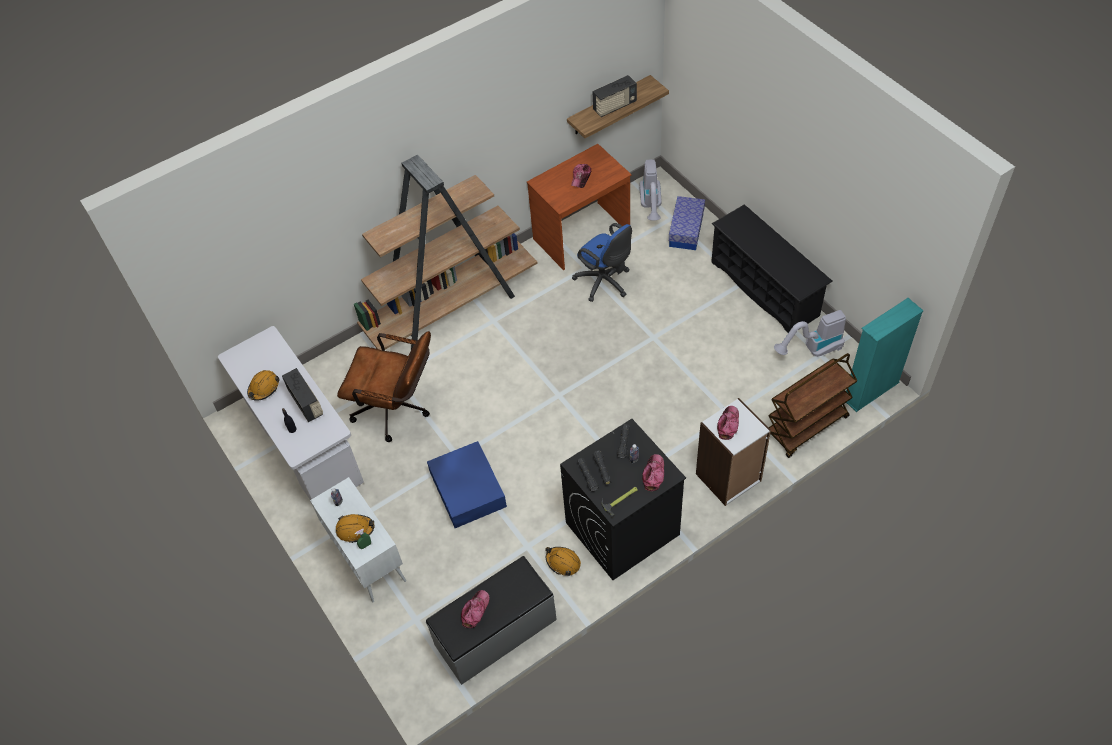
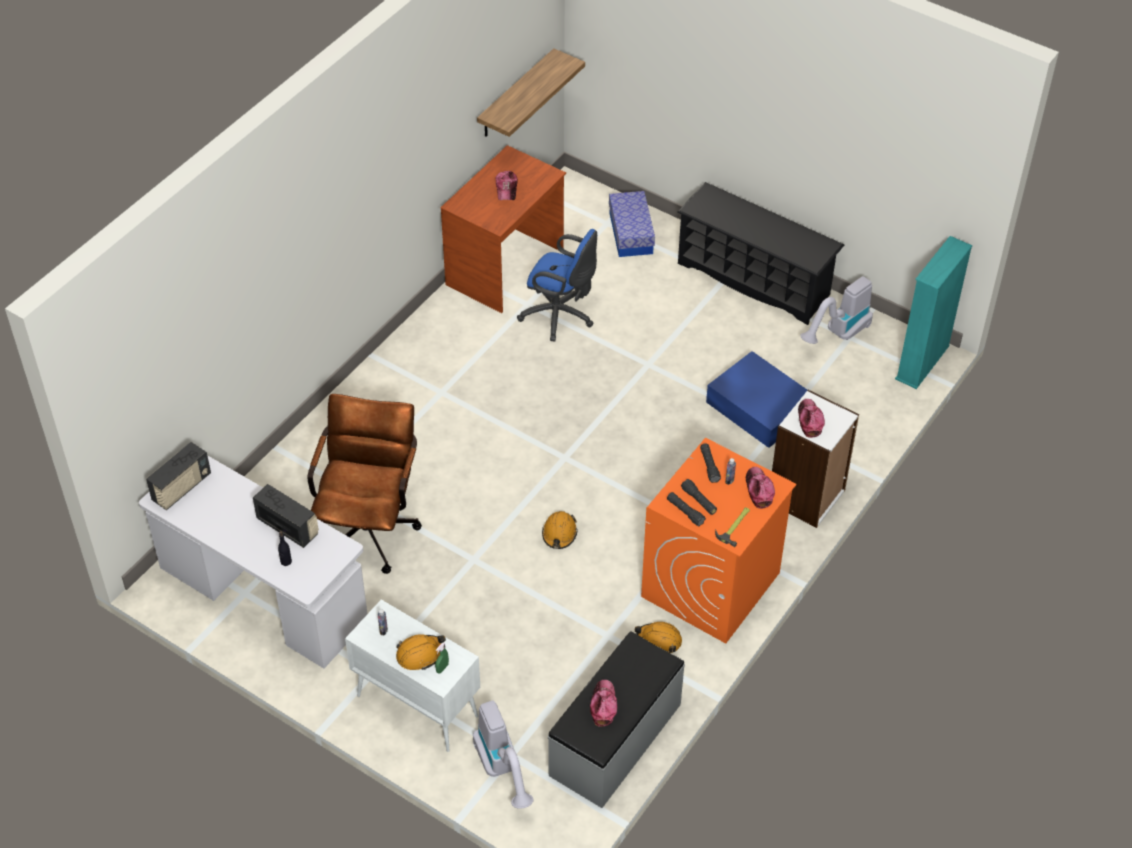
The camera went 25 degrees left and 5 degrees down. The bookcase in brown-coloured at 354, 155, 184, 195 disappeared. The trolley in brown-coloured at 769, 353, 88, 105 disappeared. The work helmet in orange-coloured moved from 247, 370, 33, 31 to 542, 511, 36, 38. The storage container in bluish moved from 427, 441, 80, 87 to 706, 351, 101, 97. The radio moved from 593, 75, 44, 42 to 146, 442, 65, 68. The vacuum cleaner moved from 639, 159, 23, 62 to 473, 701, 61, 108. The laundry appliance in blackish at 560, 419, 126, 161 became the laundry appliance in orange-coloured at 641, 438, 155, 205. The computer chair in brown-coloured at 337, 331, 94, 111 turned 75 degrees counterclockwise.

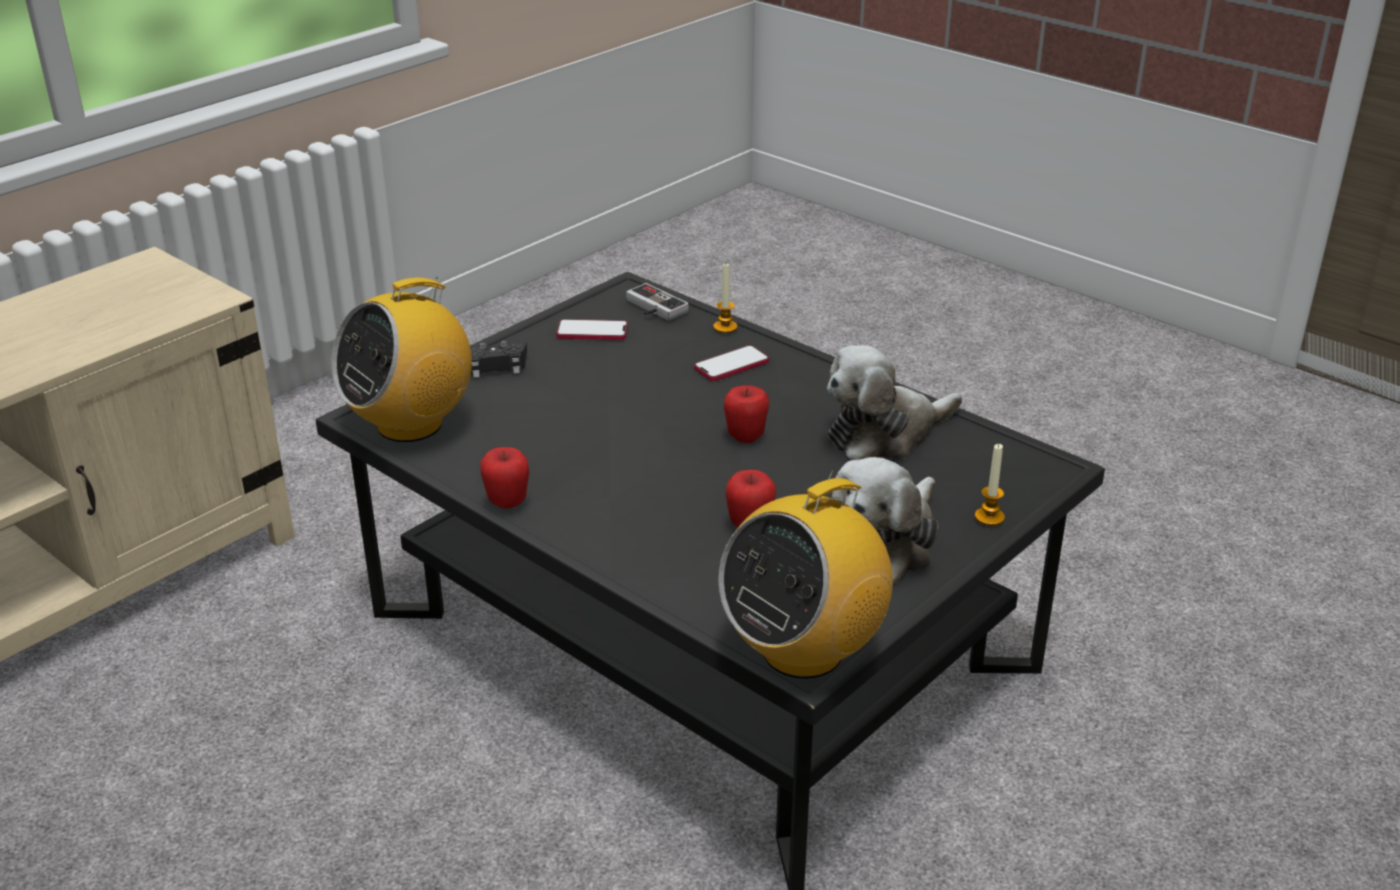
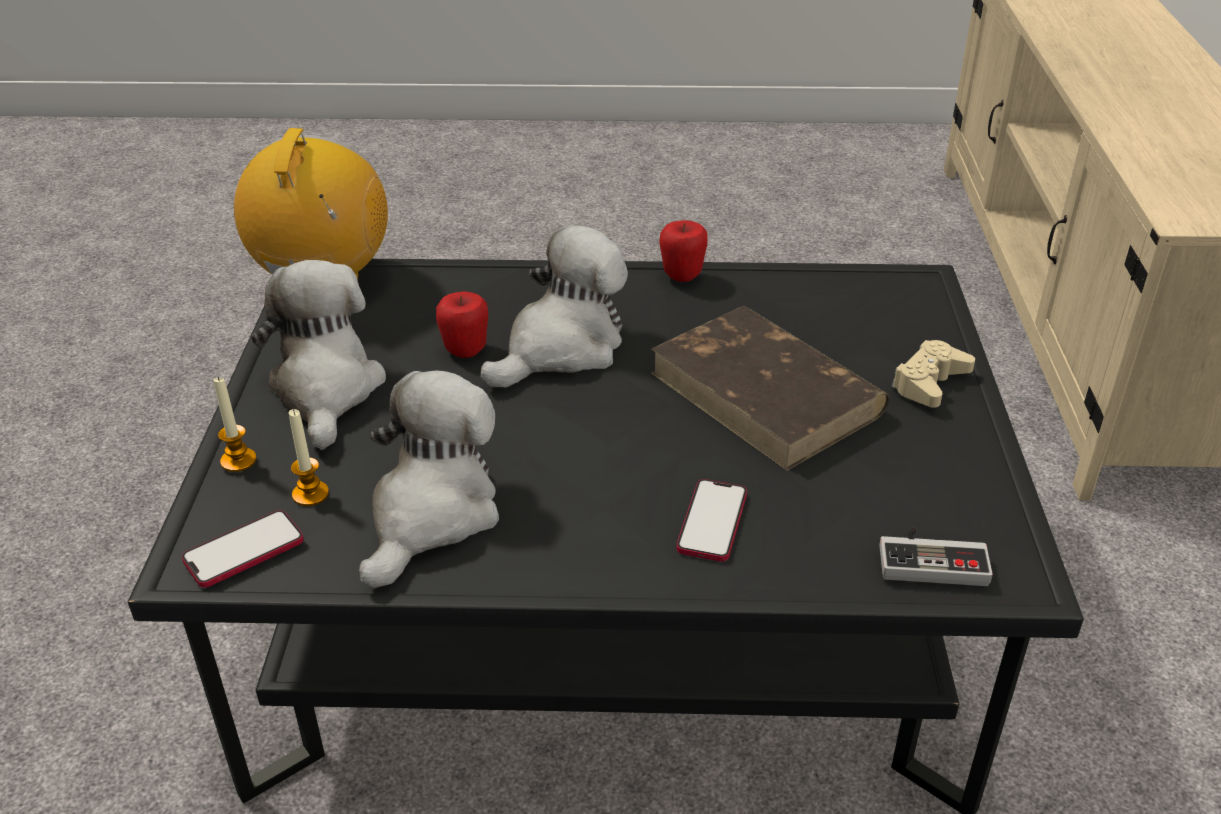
The camera went 140 degrees right and 5 degrees up. The radio at 331, 277, 141, 165 disappeared. The apple fruit at 724, 385, 45, 58 disappeared. The cuddly toy at 481, 225, 147, 162 appeared. The bound book in brown-coloured at 651, 306, 238, 165 appeared. The handset moved from 556, 319, 72, 21 to 182, 510, 121, 78. The candle moved from 713, 264, 25, 69 to 289, 409, 40, 97. The game controller in blackish at 470, 340, 57, 38 became the game controller in beige at 891, 340, 84, 68.

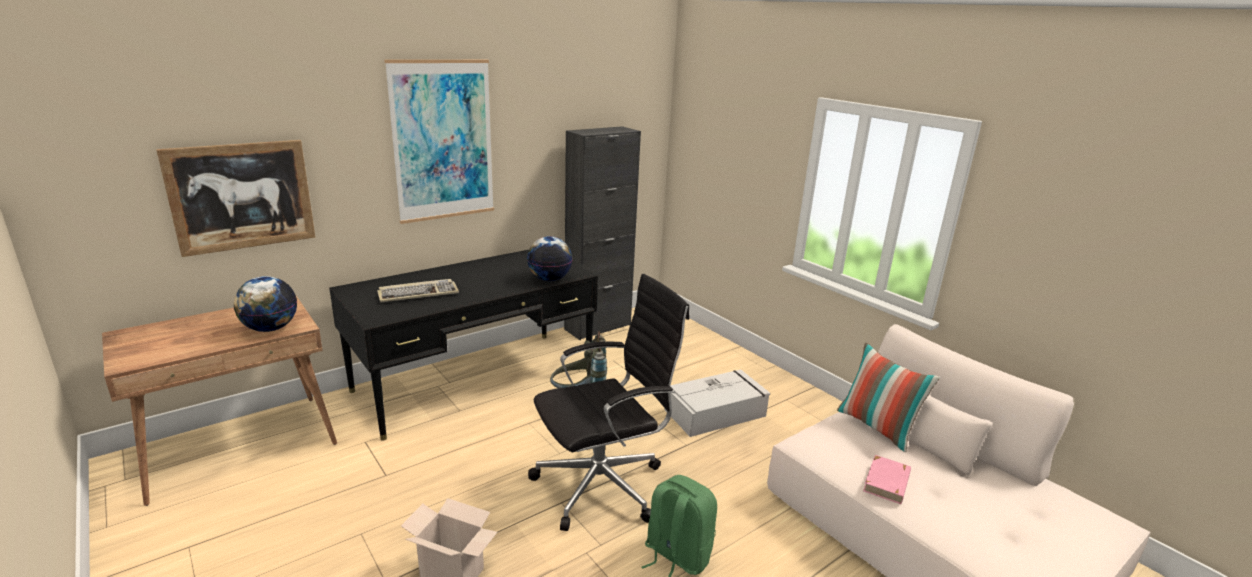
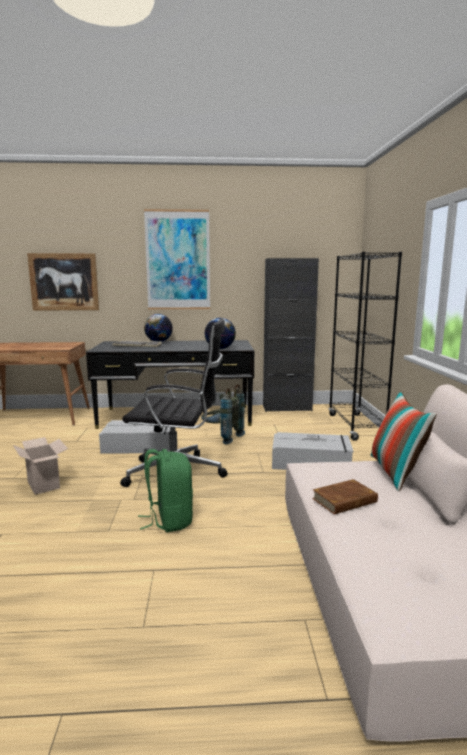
The camera went 35 degrees right and 10 degrees down. The storage container in greyish at 99, 420, 71, 34 appeared. The bookcase in blackish at 329, 252, 73, 189 appeared. The world globe moved from 234, 276, 63, 56 to 144, 314, 29, 28. The bound book in pink at 863, 455, 48, 49 became the bound book in brown-coloured at 312, 479, 67, 35.

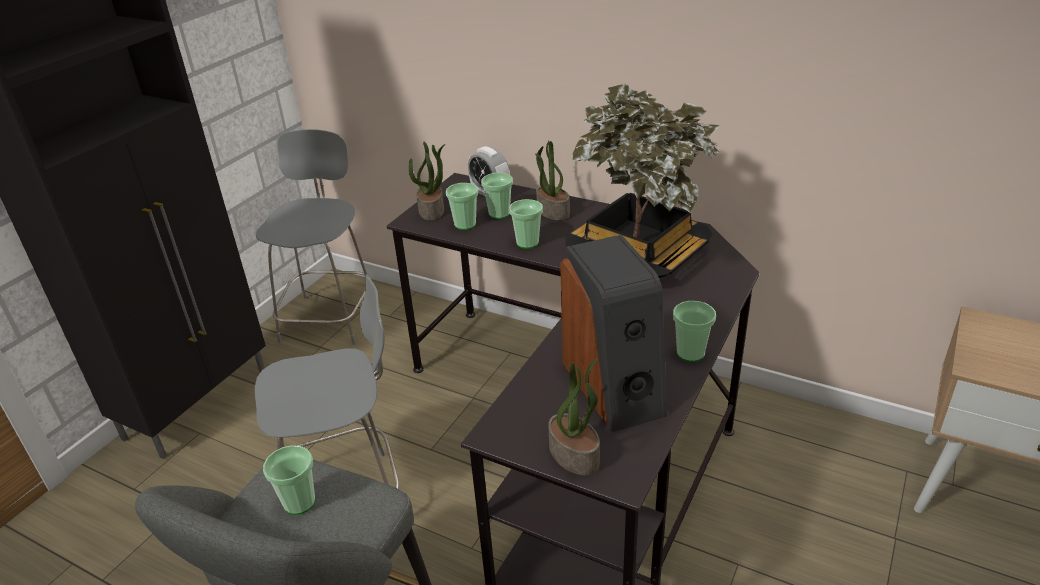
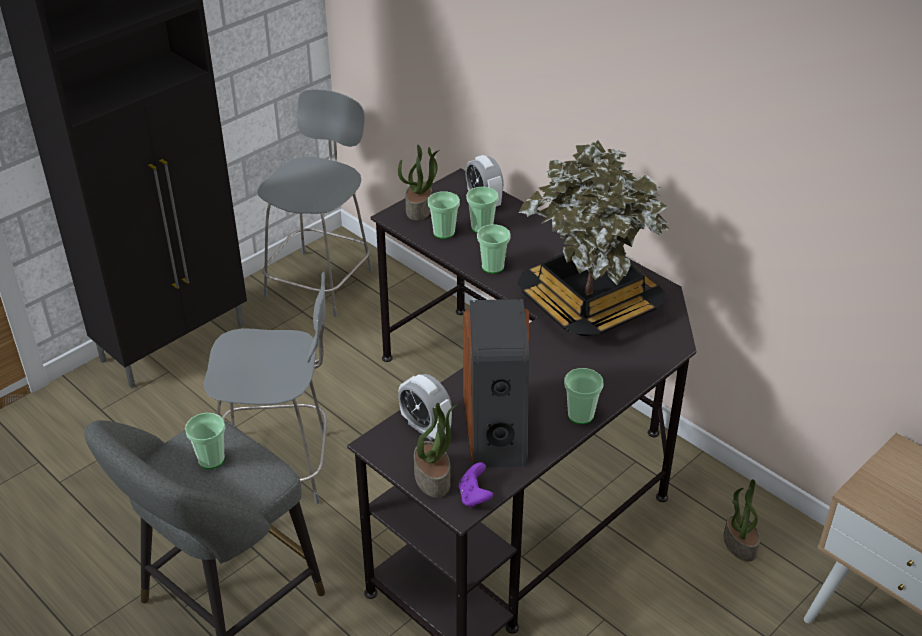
The camera went 15 degrees right and 5 degrees up. The table clock at 398, 374, 54, 66 appeared. The game controller in purple at 459, 462, 34, 46 appeared. The potted plant moved from 535, 140, 35, 80 to 723, 479, 37, 83.

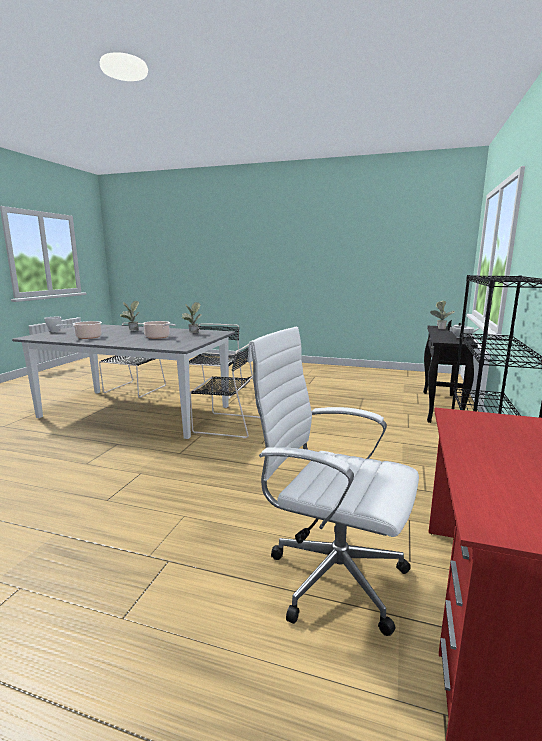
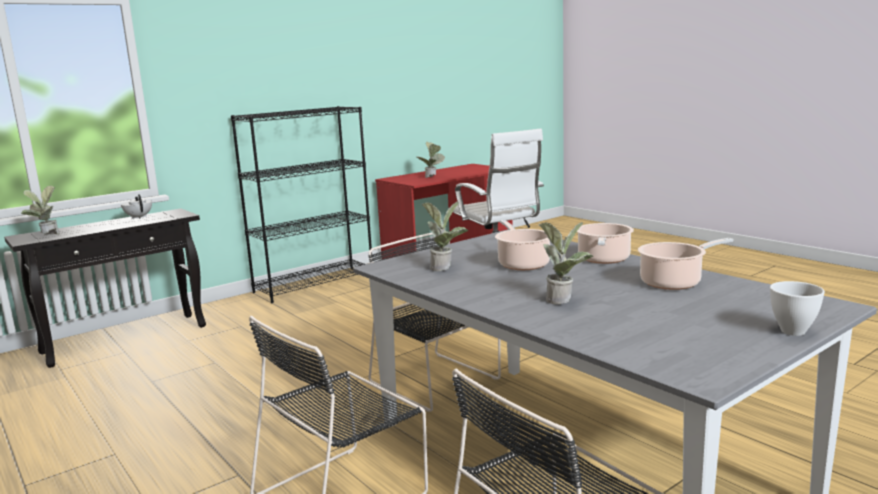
The camera went 145 degrees left and 0 degrees up. The potted plant at 417, 142, 28, 36 appeared. The saucepot at 577, 223, 57, 41 appeared.

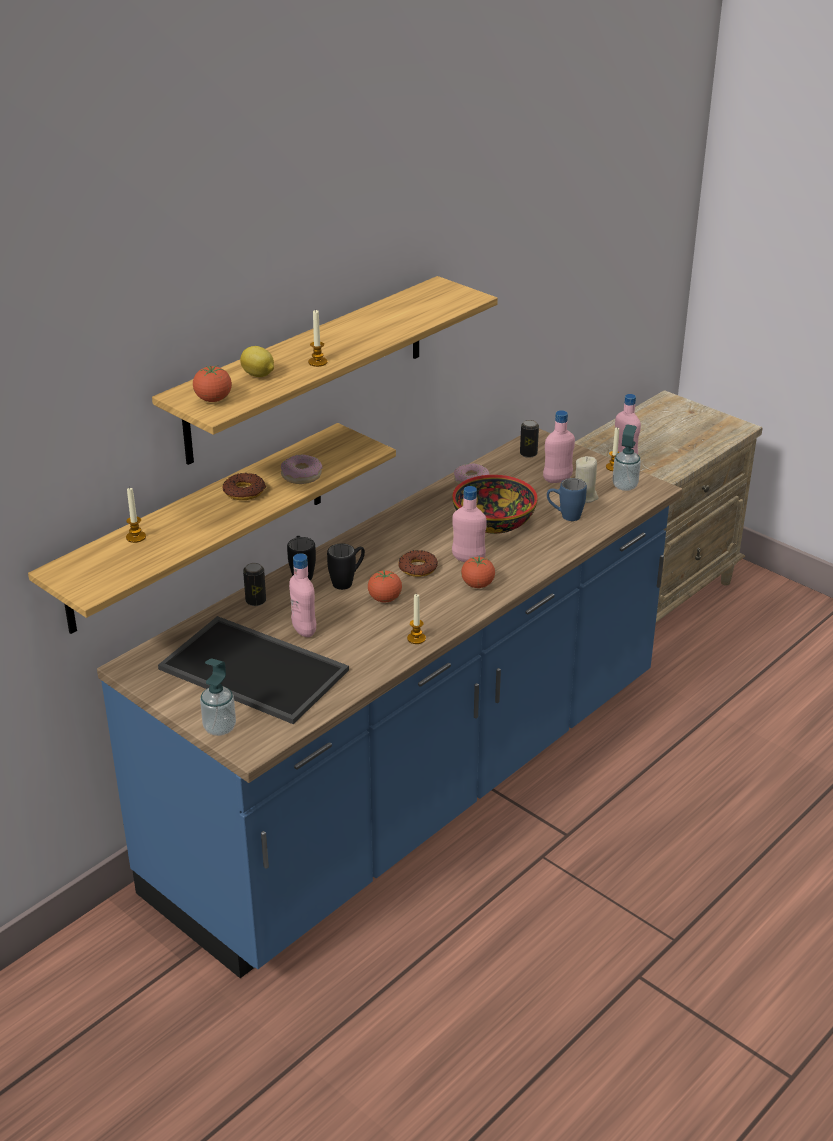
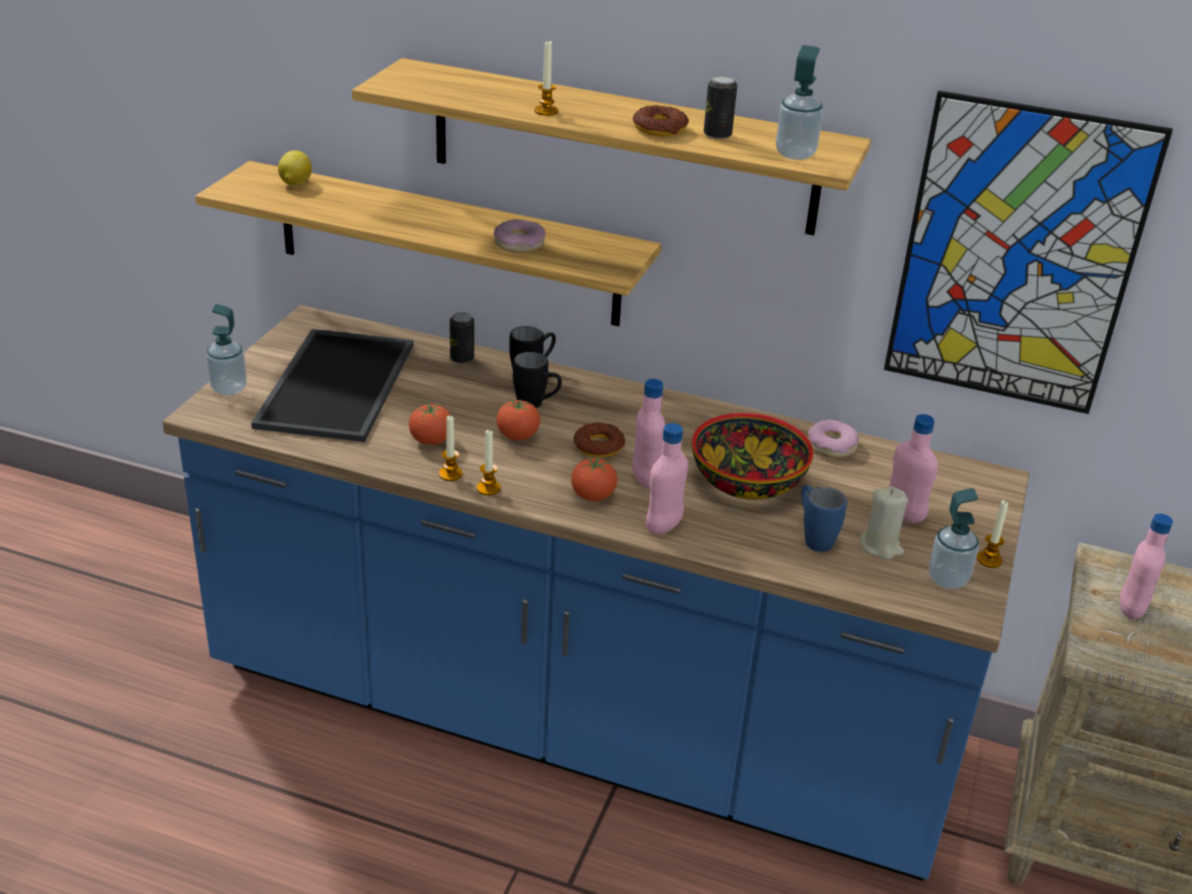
The camera went 65 degrees right and 0 degrees up. The soap dispenser at 776, 45, 47, 115 appeared. The picture at 884, 91, 289, 323 appeared. The candle moved from 126, 487, 20, 56 to 477, 430, 24, 65. The fresh tomato moved from 193, 365, 39, 37 to 409, 404, 42, 41. The doughnut moved from 223, 473, 43, 27 to 633, 105, 56, 32. The whole lemon moved from 240, 346, 34, 31 to 278, 150, 34, 35. The bottle in pink moved from 289, 553, 27, 84 to 646, 423, 42, 112. The sealed can moved from 520, 420, 19, 38 to 704, 75, 33, 64.

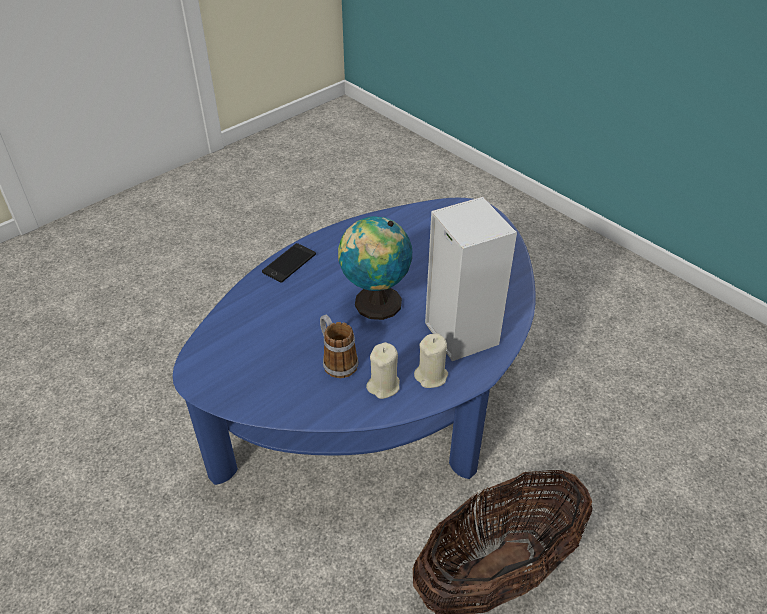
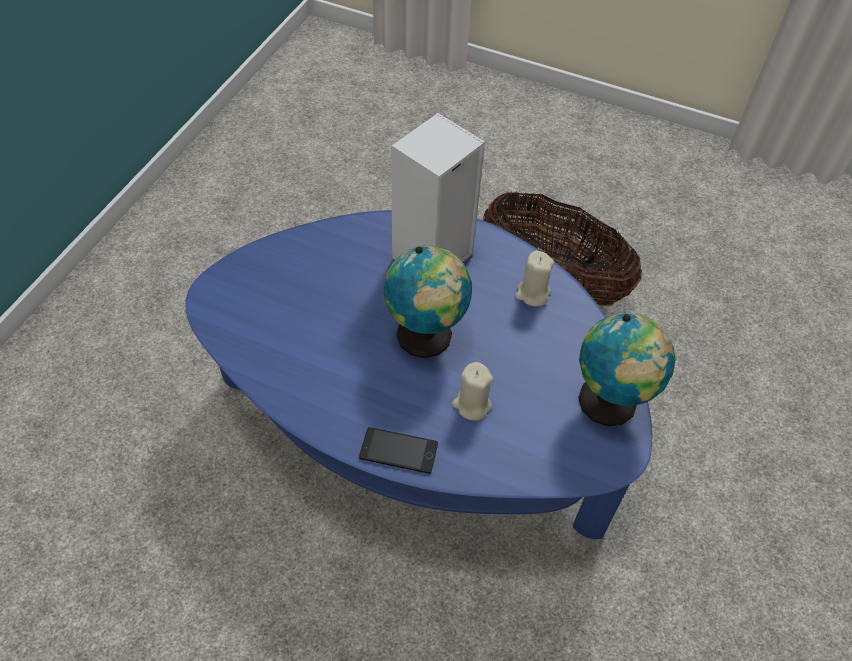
The camera went 115 degrees left and 10 degrees up. The mug at 320, 315, 38, 63 disappeared. The world globe at 578, 312, 97, 114 appeared. The candle in beige moved from 414, 333, 34, 55 to 452, 362, 41, 59.

